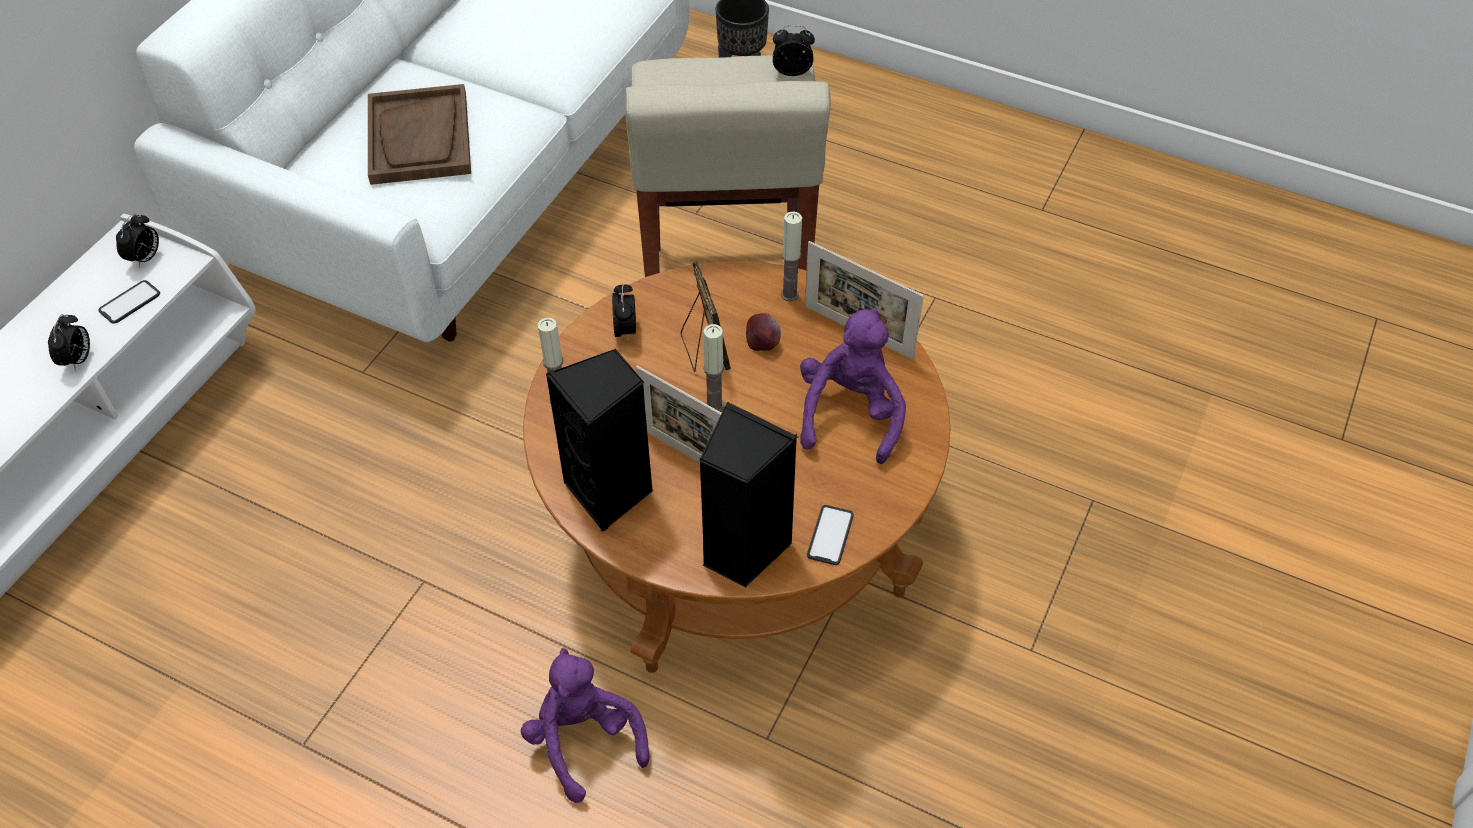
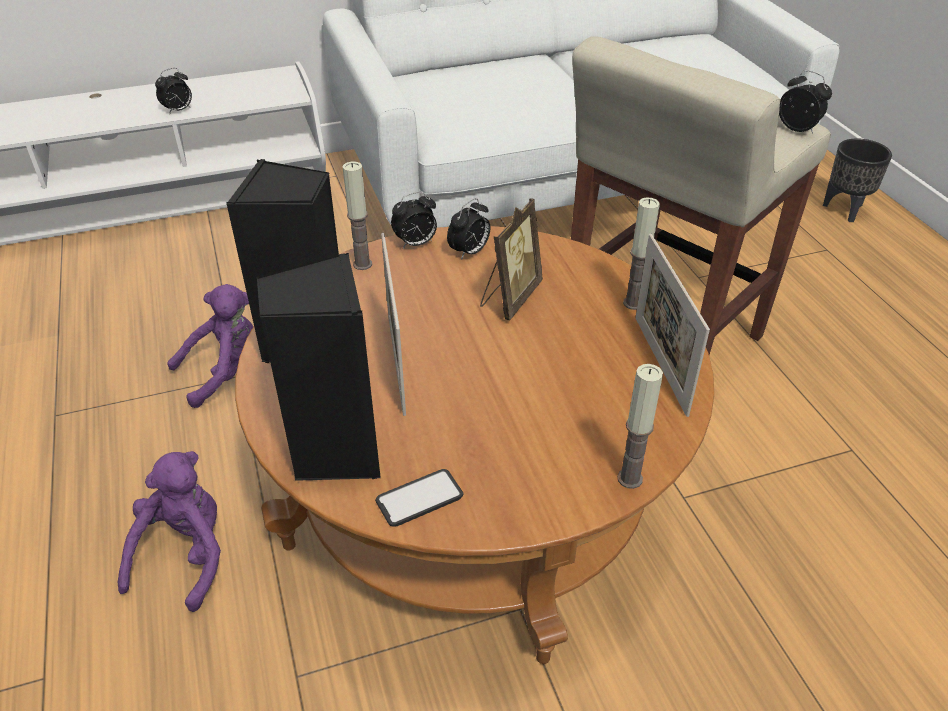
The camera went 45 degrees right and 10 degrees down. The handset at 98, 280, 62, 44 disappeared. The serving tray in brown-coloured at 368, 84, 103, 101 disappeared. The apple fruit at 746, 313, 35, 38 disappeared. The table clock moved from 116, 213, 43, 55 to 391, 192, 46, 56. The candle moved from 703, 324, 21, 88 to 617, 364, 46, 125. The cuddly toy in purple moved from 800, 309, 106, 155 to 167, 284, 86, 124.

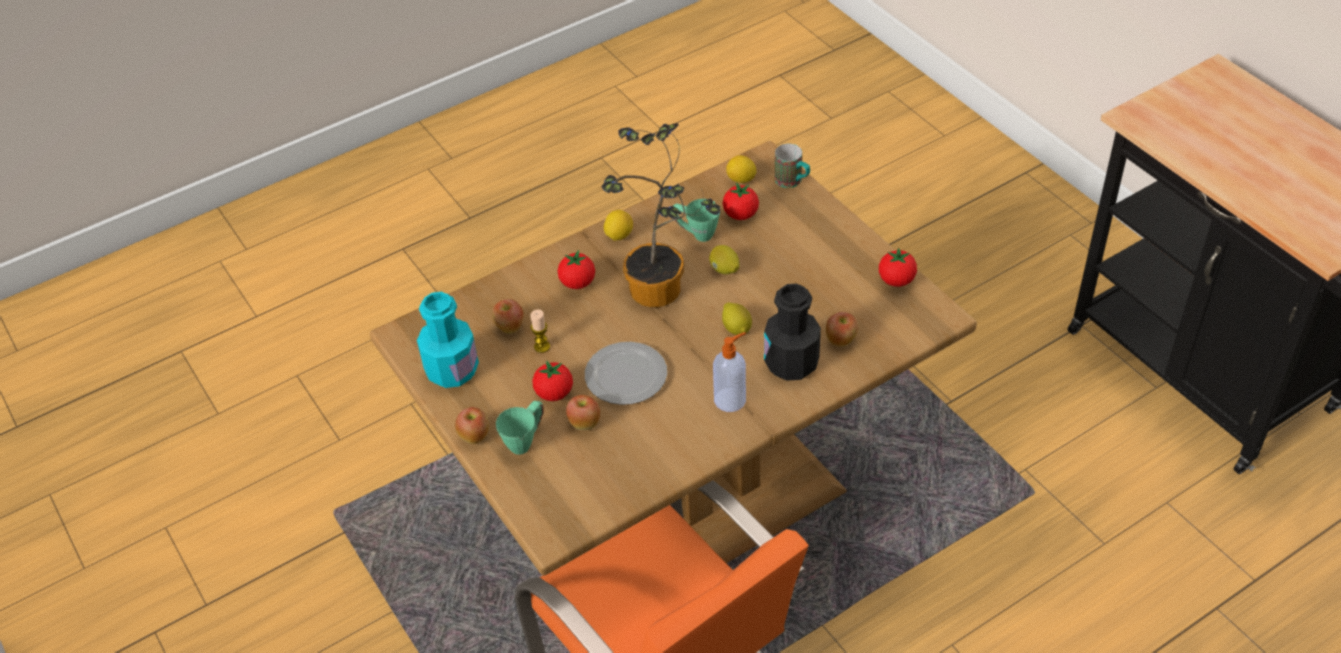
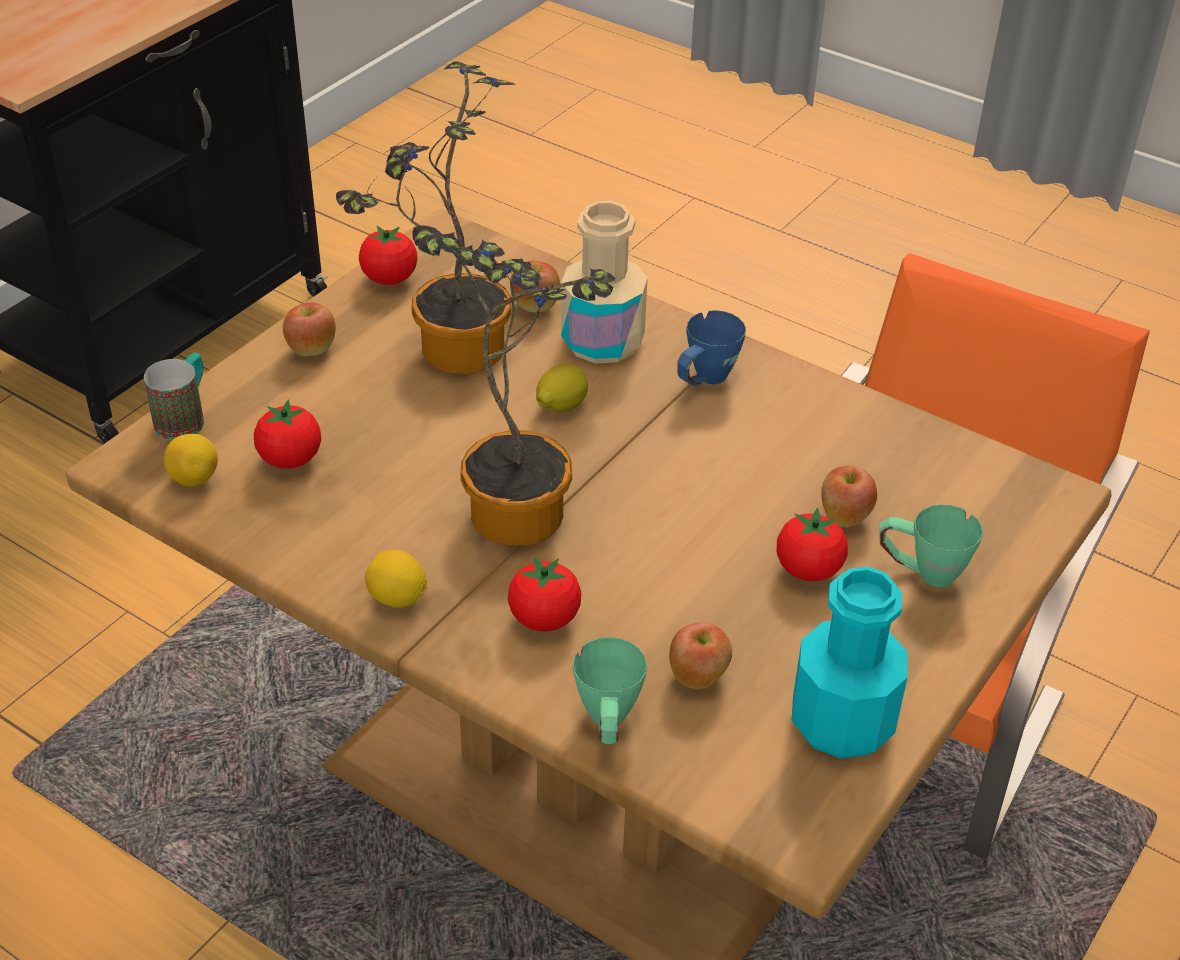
The camera went 115 degrees left and 5 degrees down. The candle at 531, 309, 19, 44 disappeared. The flat dish at 585, 342, 82, 63 disappeared. The whole lemon at 709, 245, 30, 29 disappeared. The potted plant at 336, 62, 179, 312 appeared. The apple fruit moved from 455, 407, 34, 37 to 283, 302, 53, 54. The mug in green moved from 673, 199, 47, 43 to 573, 637, 74, 107. The soap dispenser at 713, 332, 33, 80 was replaced by the mug in bluish at 677, 310, 69, 76. The bottle in blackish at 764, 284, 57, 97 became the bottle in beige at 561, 201, 87, 163.

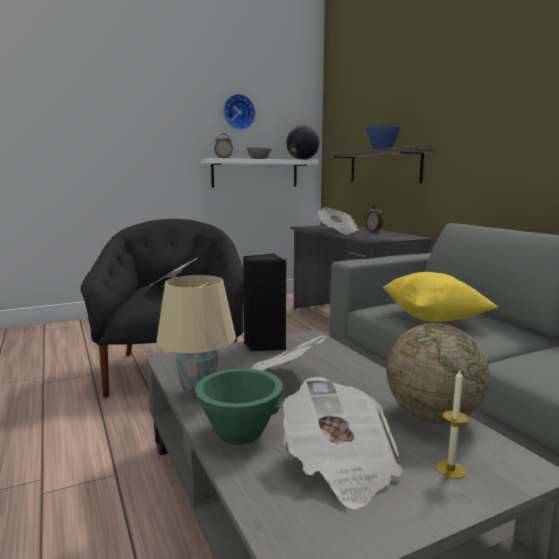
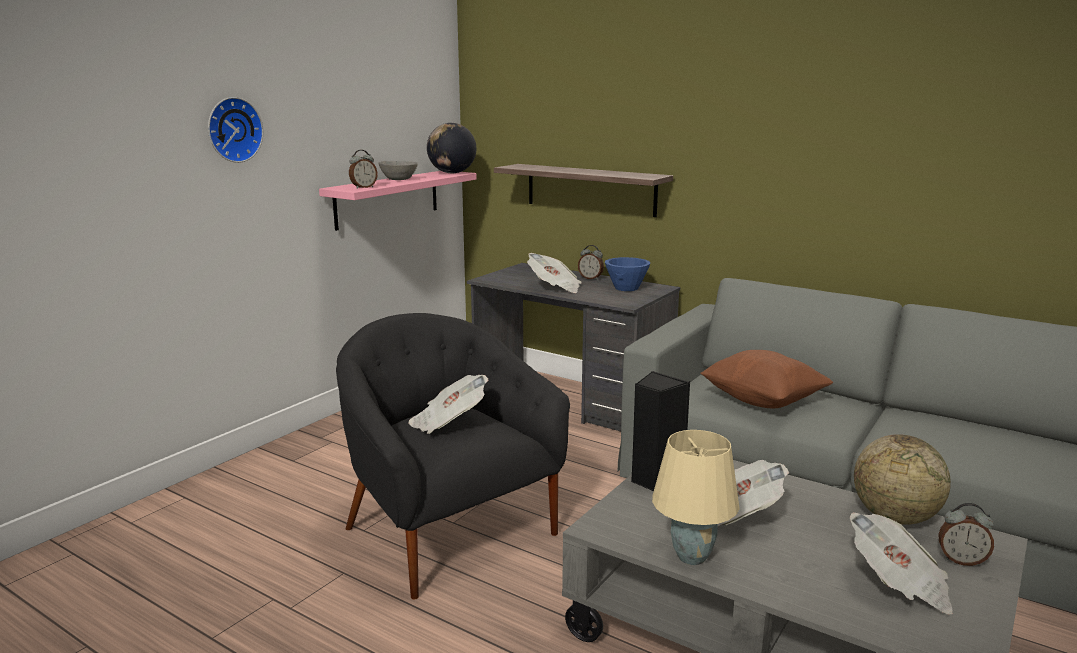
The camera went 30 degrees left and 5 degrees up. The bowl in green at 195, 368, 88, 77 disappeared. The wall clock moved from 223, 94, 33, 36 to 208, 97, 55, 66. The bowl in bluish moved from 366, 126, 35, 23 to 605, 257, 45, 34. The candle at 436, 370, 33, 109 was replaced by the table clock at 939, 503, 55, 63. The shelf in white-coloured at 201, 158, 118, 29 became the shelf in pink at 319, 171, 157, 60. The pillow in yellow-coloured at 382, 272, 115, 50 became the pillow in brown-coloured at 700, 350, 134, 59.

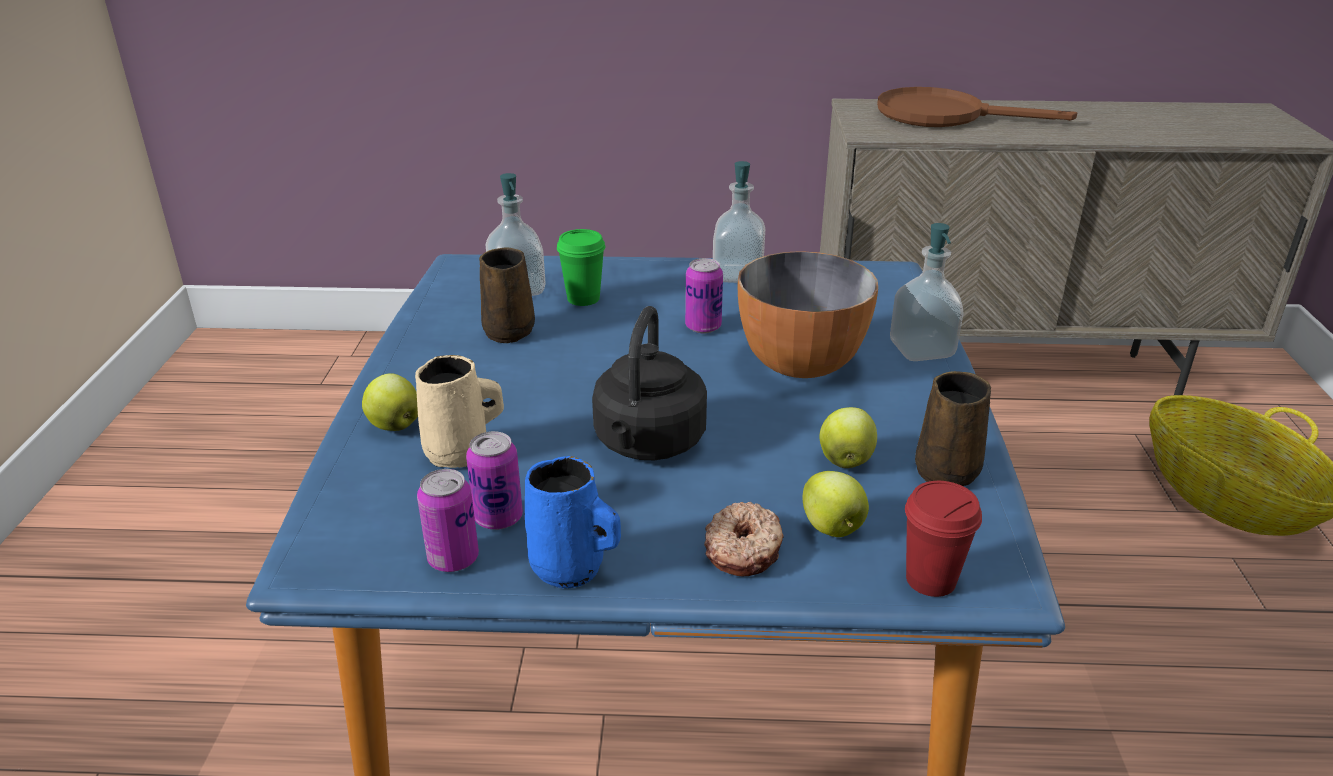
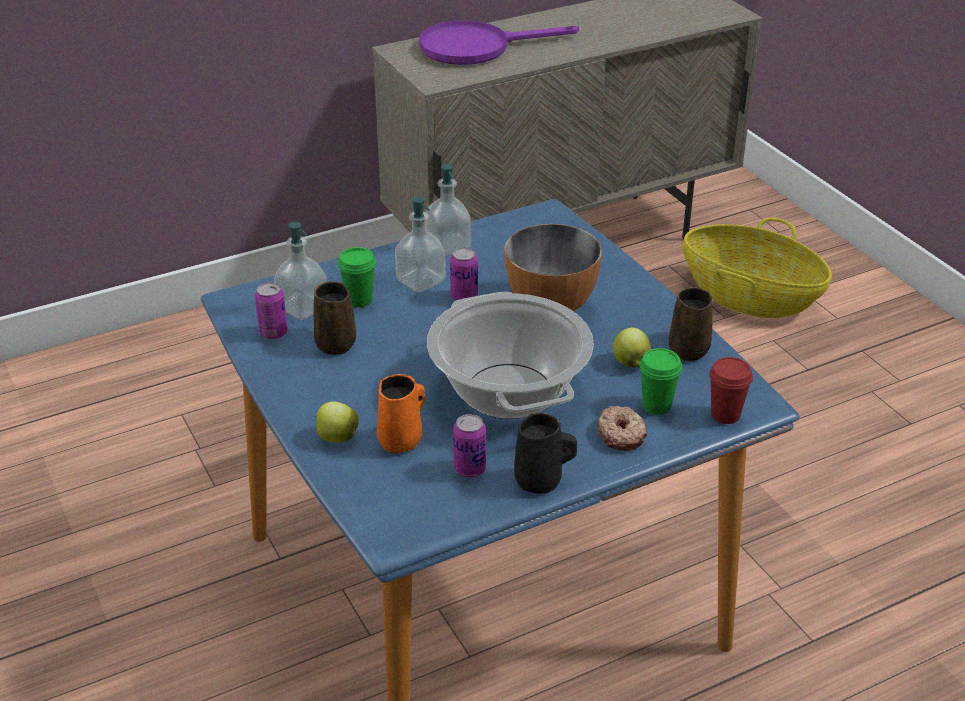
The camera went 30 degrees left and 5 degrees up. The sealed can moved from 417, 469, 62, 103 to 255, 282, 33, 57. The soap dispenser moved from 890, 223, 74, 138 to 395, 196, 50, 96. The water kettle in blackish at 592, 306, 115, 154 was replaced by the saucepot at 427, 292, 167, 127. The apple fruit at 803, 471, 66, 66 was replaced by the drinking cup in green at 639, 348, 43, 67. The mug in beige at 415, 355, 89, 113 became the mug in orange-coloured at 377, 374, 48, 80. The mug in bluish at 525, 456, 96, 133 became the mug in blackish at 514, 413, 63, 81. The pan in brown-coloured at 877, 87, 200, 40 became the pan in purple at 419, 20, 160, 45.

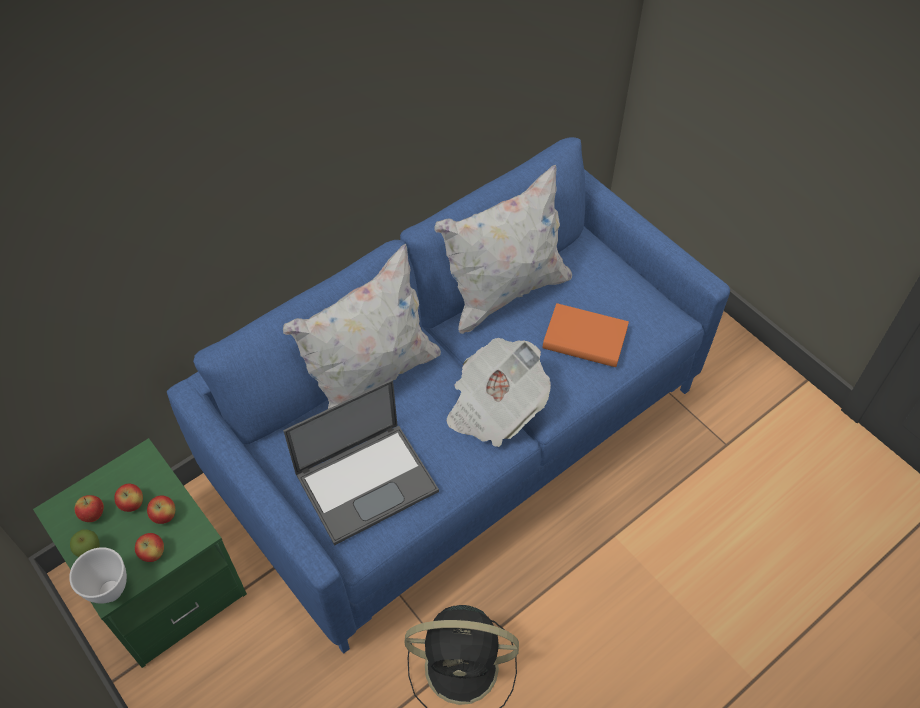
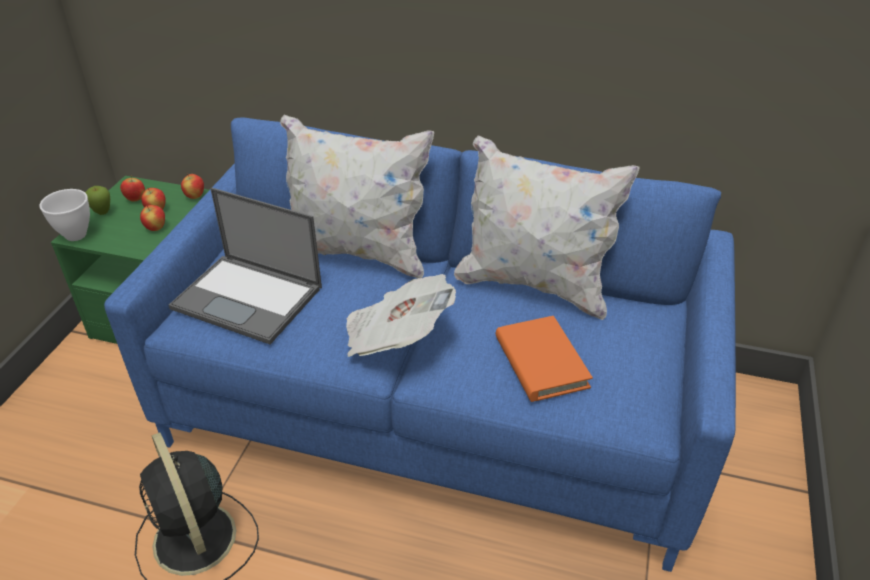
The camera went 55 degrees right and 15 degrees down. The apple fruit moved from 135, 533, 29, 29 to 181, 174, 23, 25.

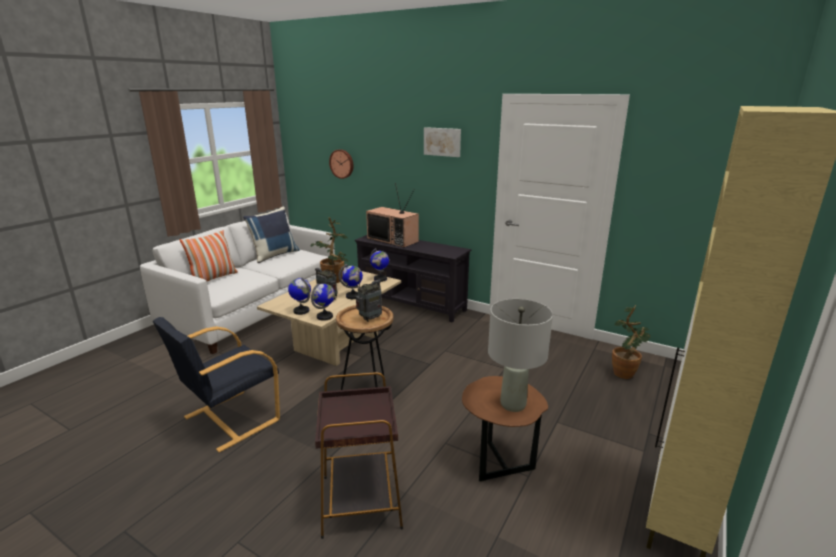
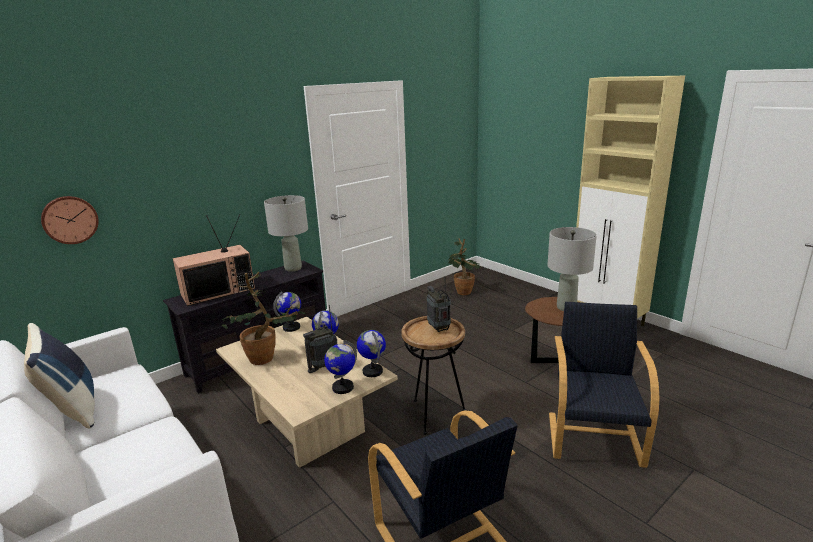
The camera went 70 degrees left and 0 degrees up. The pillow at 180, 230, 58, 51 disappeared. The picture at 424, 127, 37, 30 disappeared. The tabletop lamp in greyish at 264, 195, 44, 76 appeared. The accent table in brown-coloured at 315, 372, 88, 167 was replaced by the armchair in blackish at 549, 302, 110, 166.

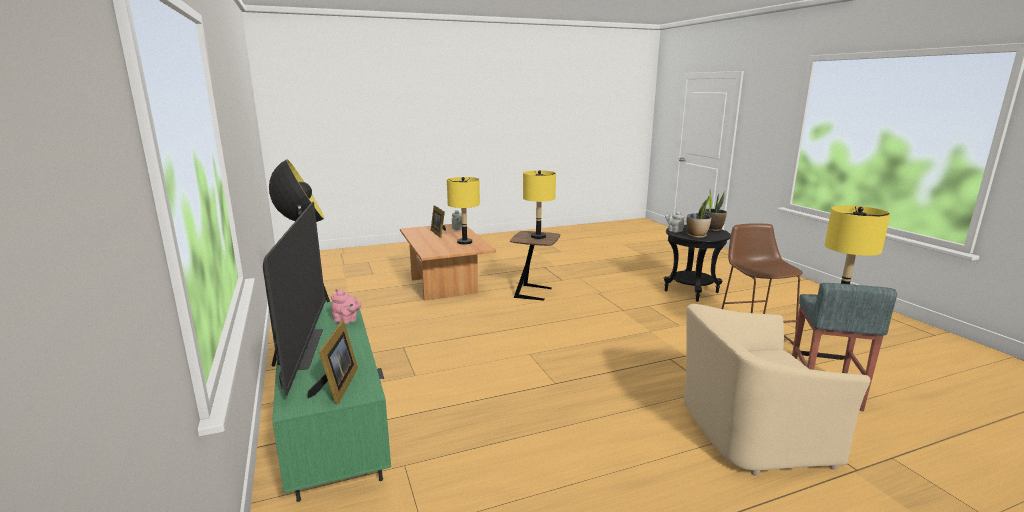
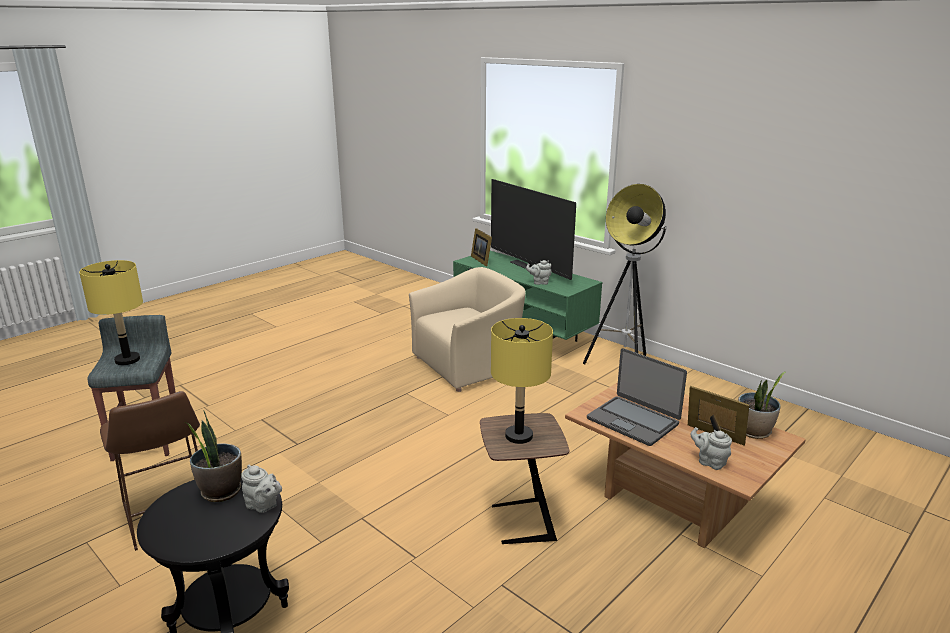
The camera went 155 degrees right and 5 degrees up. The armchair in beige moved from 684, 304, 186, 172 to 409, 267, 117, 125. The potted plant moved from 704, 190, 23, 42 to 738, 372, 47, 67. The tabletop lamp in yellow-coloured at 447, 177, 33, 68 was replaced by the laptop at 587, 348, 100, 98. The tea pot in pink at 331, 289, 31, 35 became the tea pot in greyish at 526, 260, 26, 25.

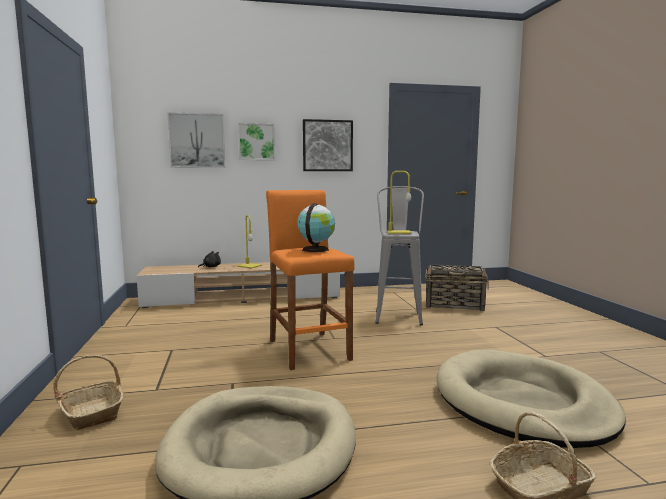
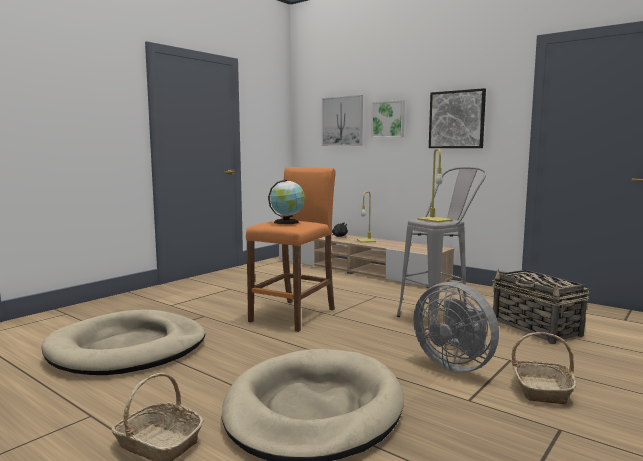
The camera went 50 degrees right and 0 degrees up. The cooling fan in greyish at 413, 282, 86, 91 appeared. The basket moved from 53, 355, 71, 75 to 511, 332, 65, 73.

